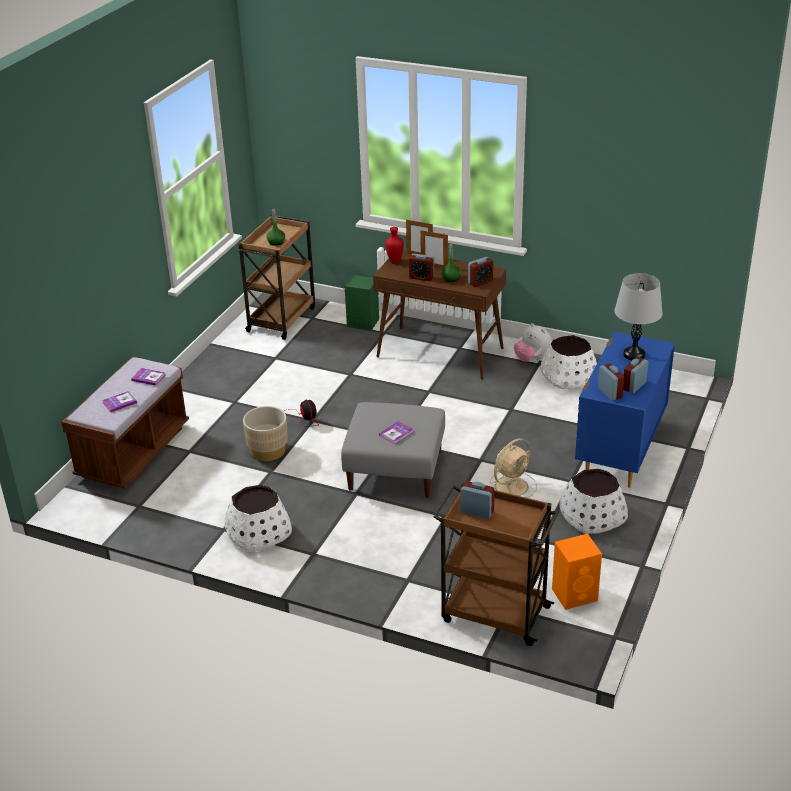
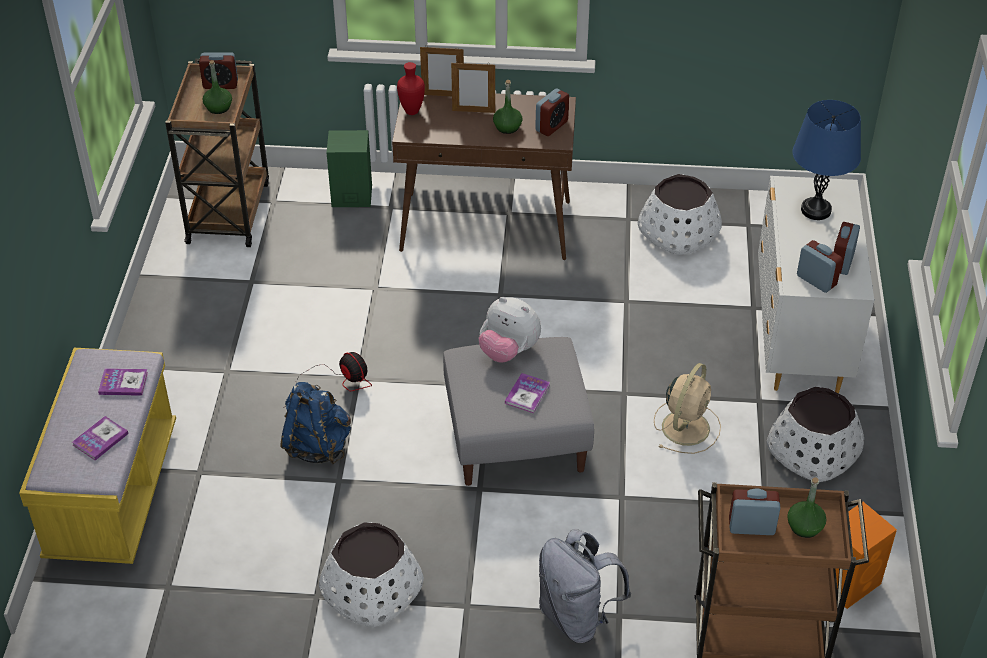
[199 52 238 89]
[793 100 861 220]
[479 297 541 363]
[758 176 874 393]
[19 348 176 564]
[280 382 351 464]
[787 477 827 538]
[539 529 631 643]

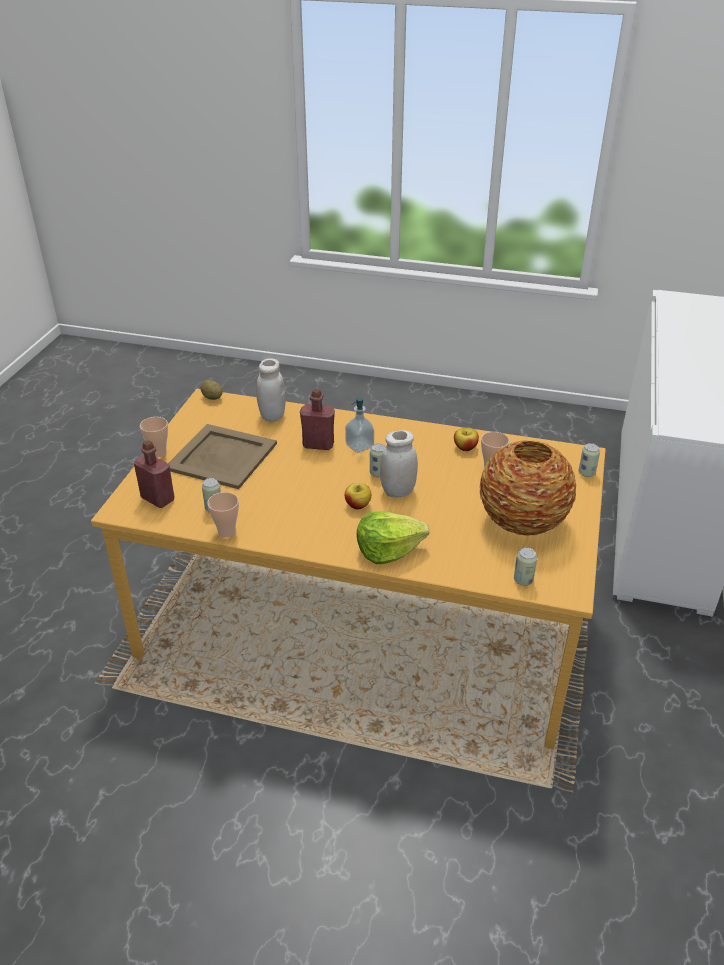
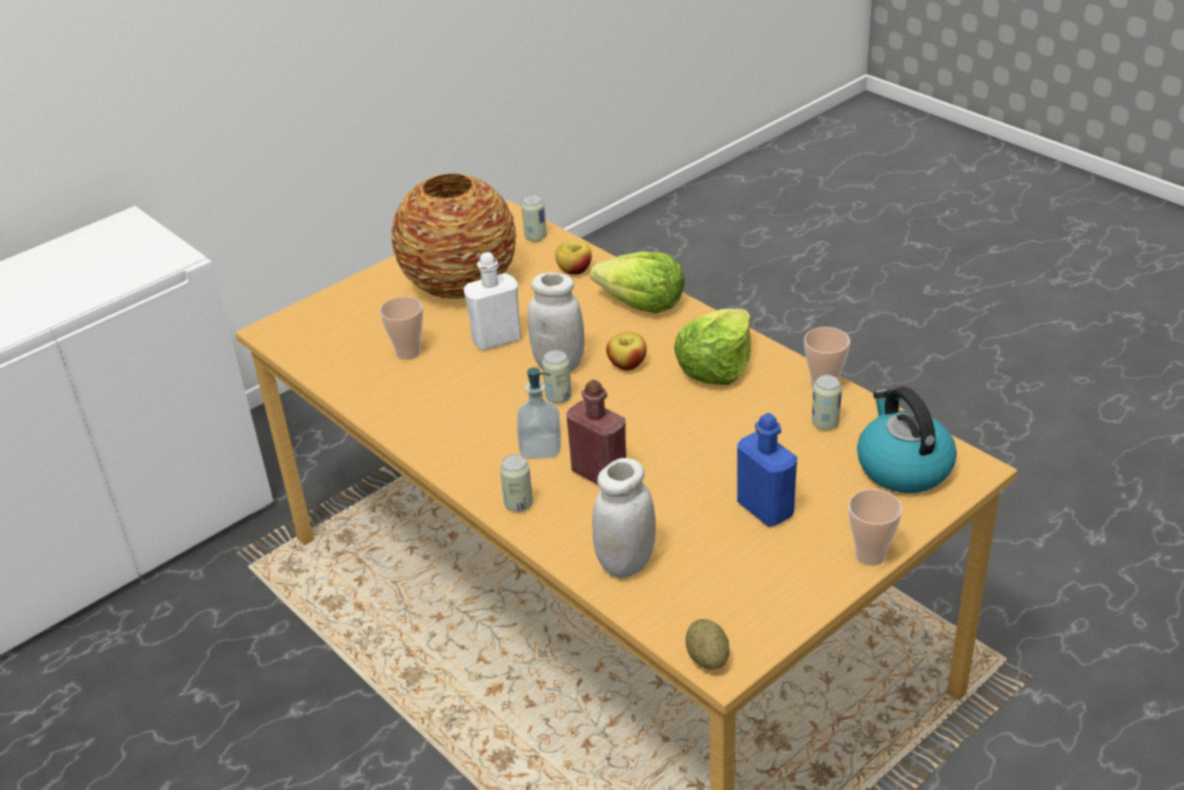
[737 413 797 527]
[555 241 592 275]
[857 387 957 493]
[500 454 533 512]
[464 252 521 351]
[674 308 751 385]

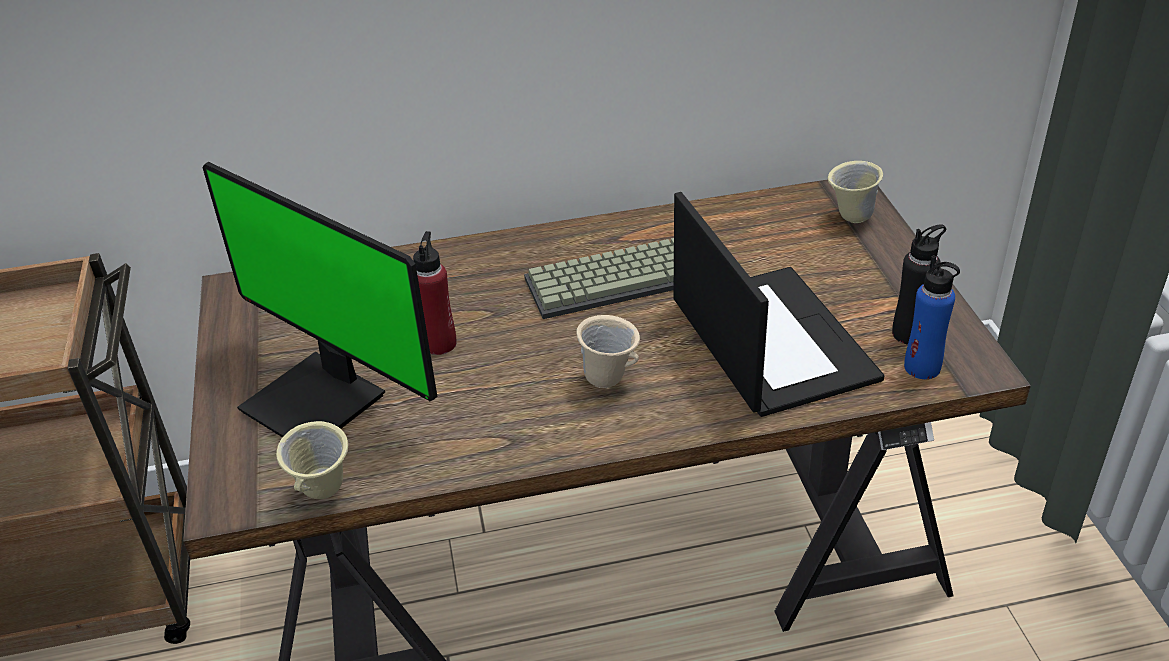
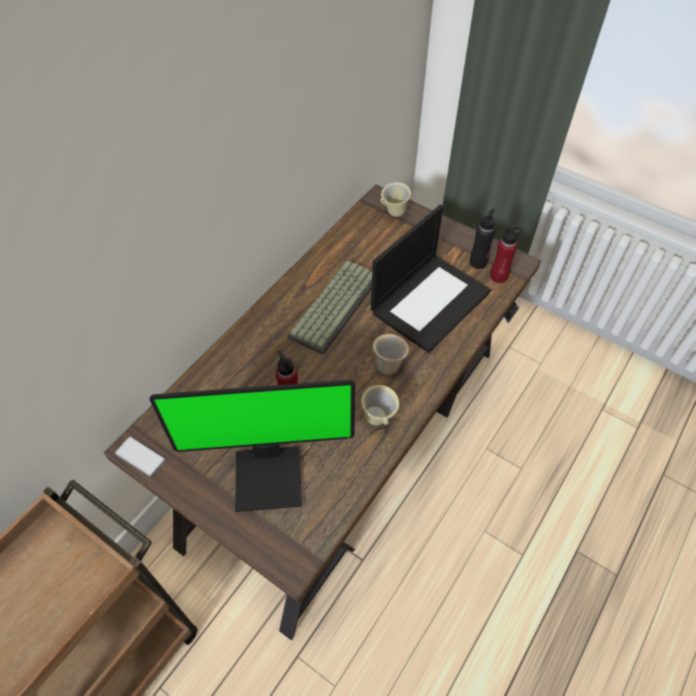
[371 205 491 353]
[490 227 523 283]
[361 385 399 425]
[115 437 165 477]

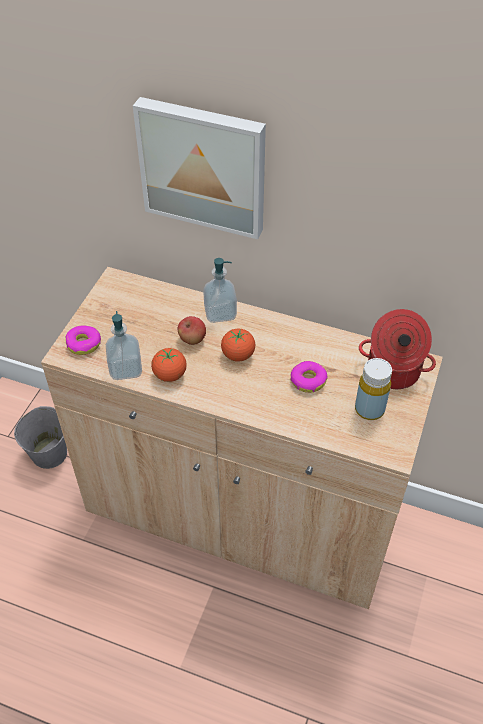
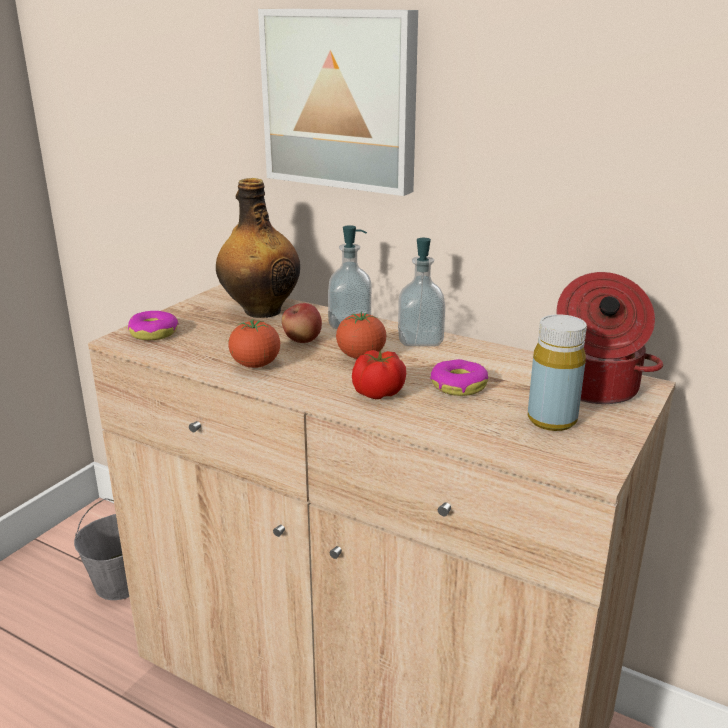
[398 238 445 346]
[216 178 300 318]
[352 350 406 399]

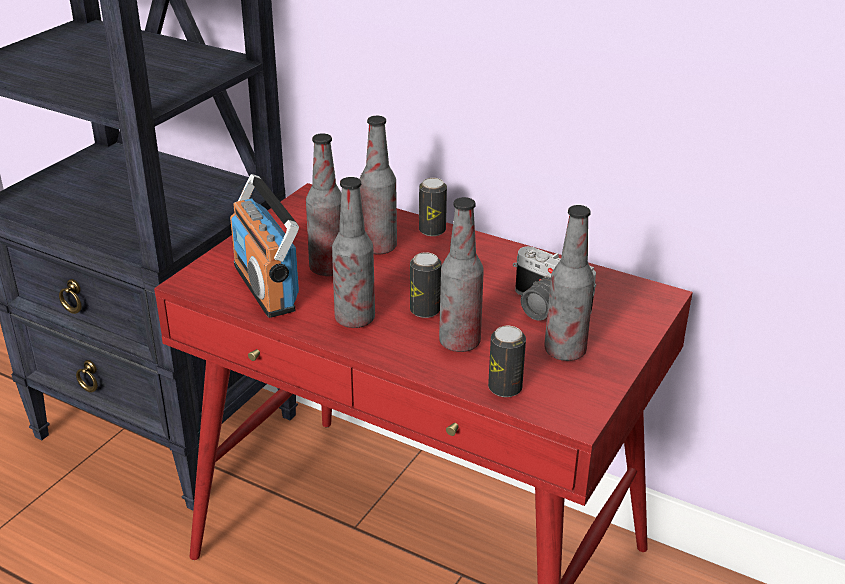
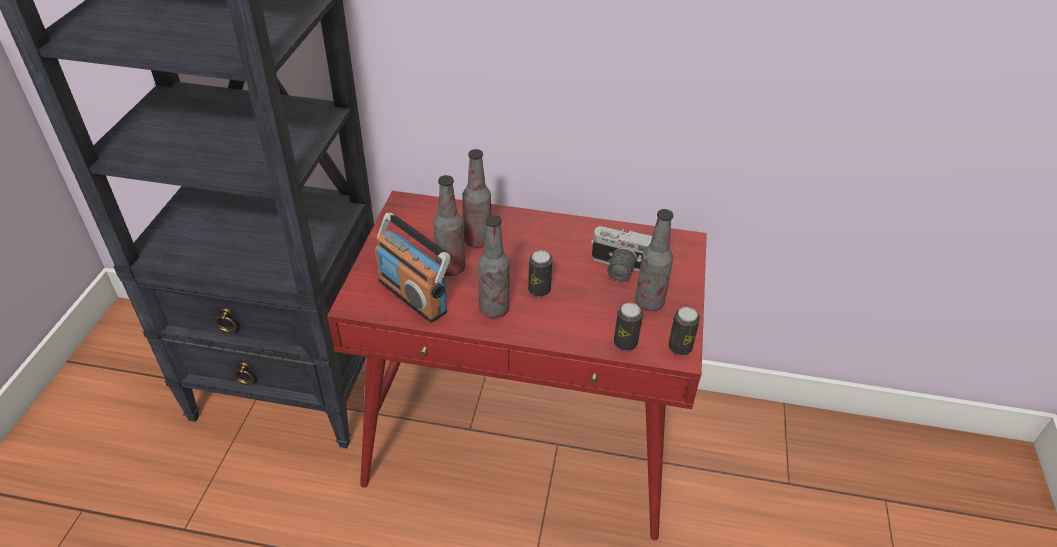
[668 307 700 355]
[439 197 484 352] (first image)

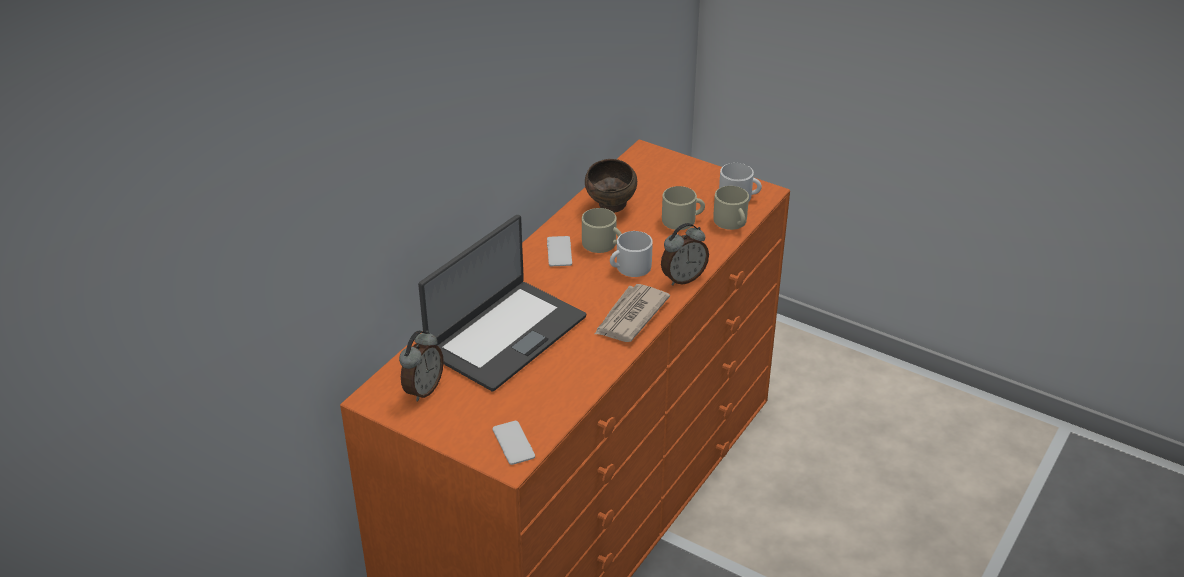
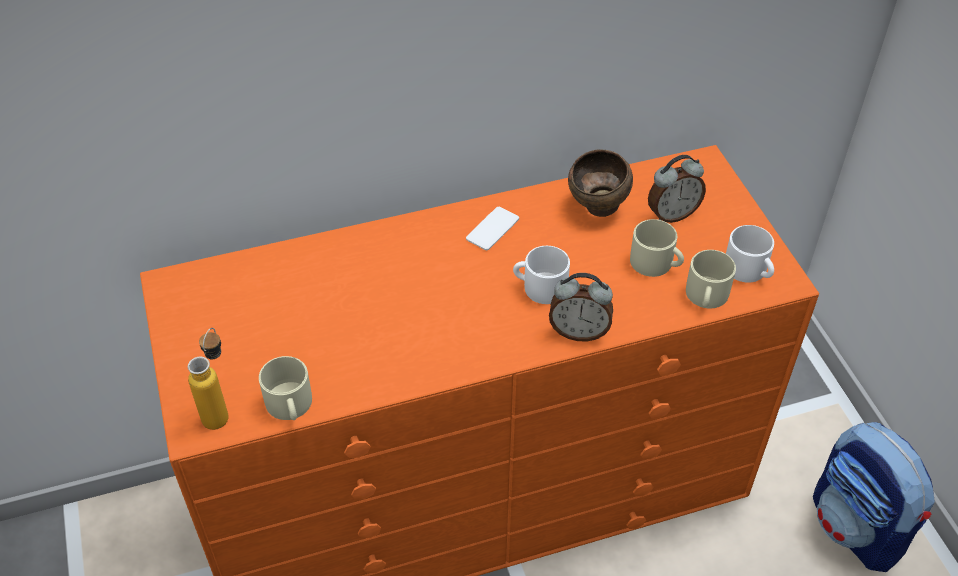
[259 356 312 420]
[418 215 586 391] (first image)
[595 284 670 342] (first image)
[648 155 706 223]
[188 328 229 430]
[813 422 935 572]

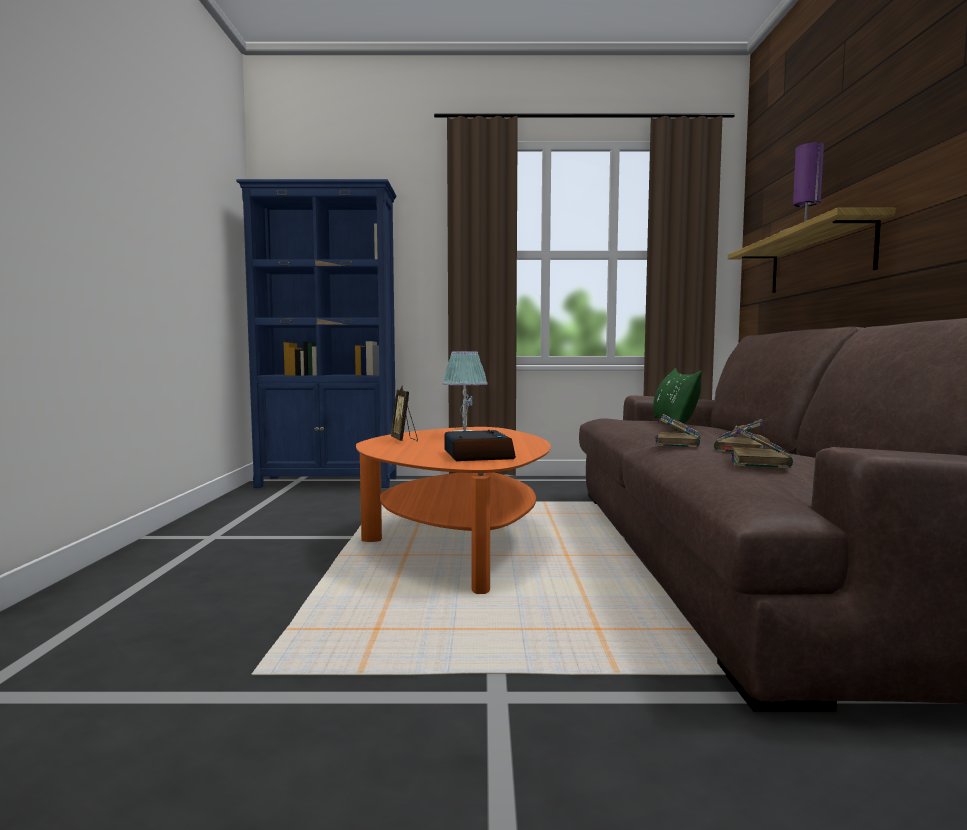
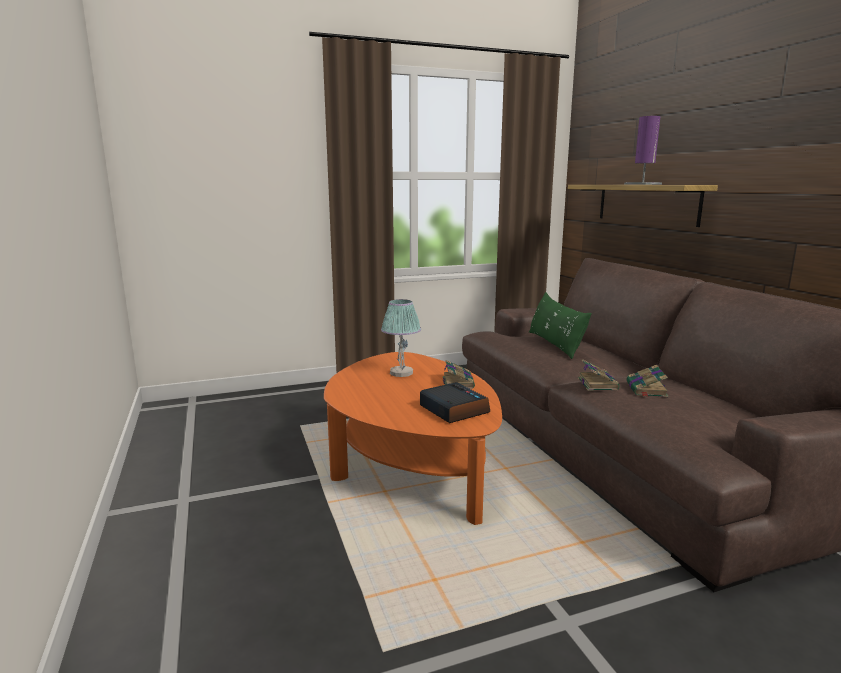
[236 179 397 488] (first image)
[391 385 418 441] (first image)
[443 360 475 389]

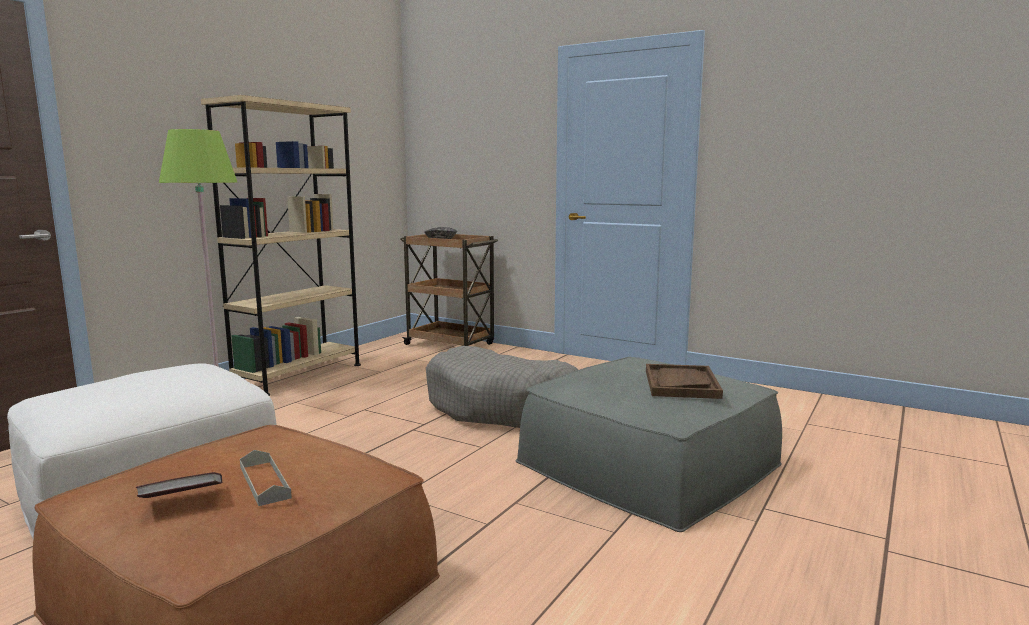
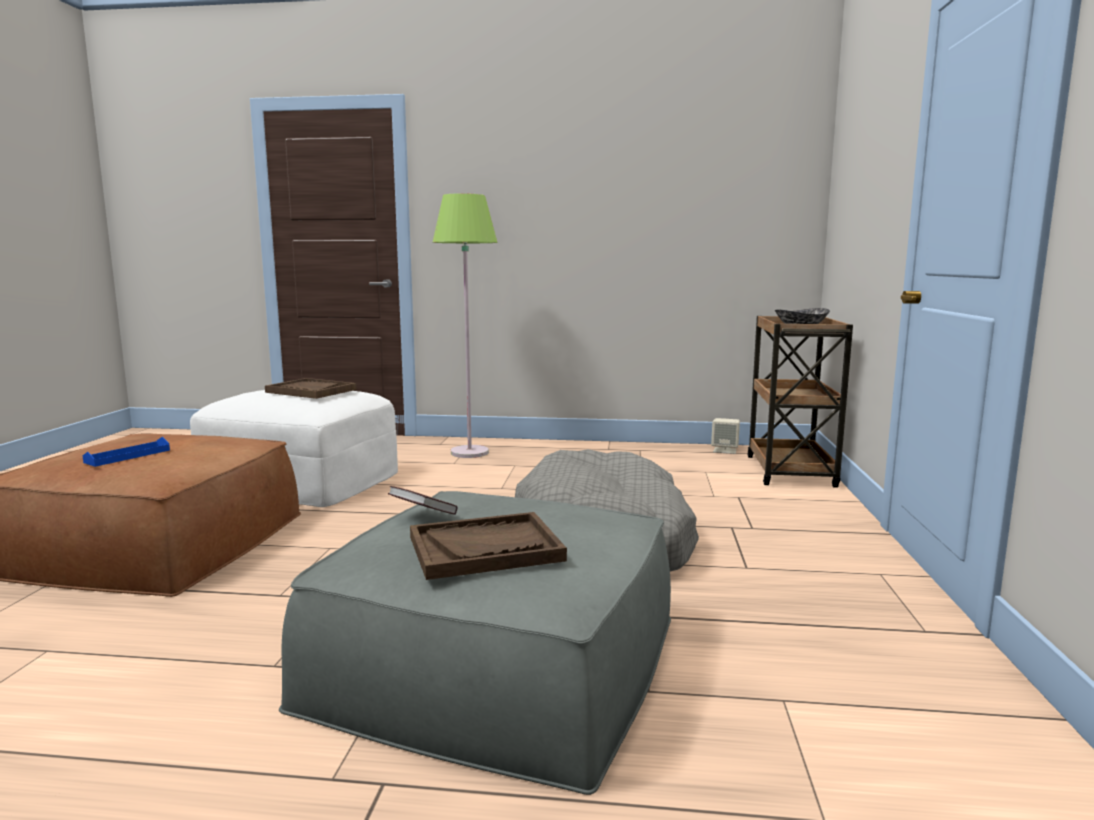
[201 95 361 396] (first image)
[82 437 170 467]
[388 486 458 515]
[265 378 357 399]
[711 418 740 454]

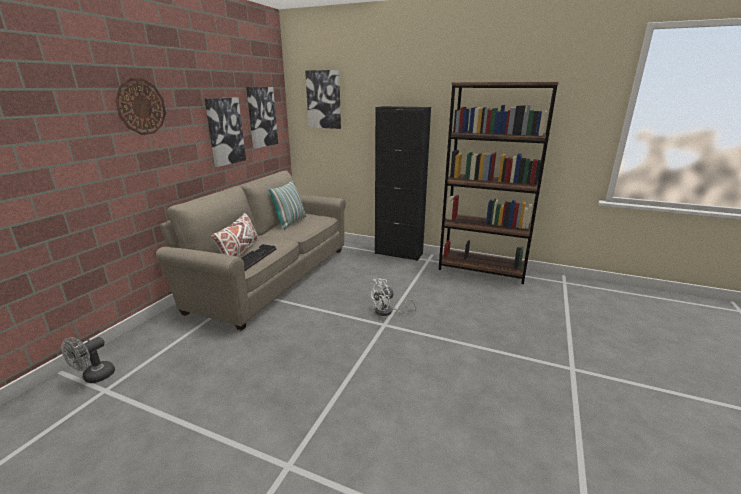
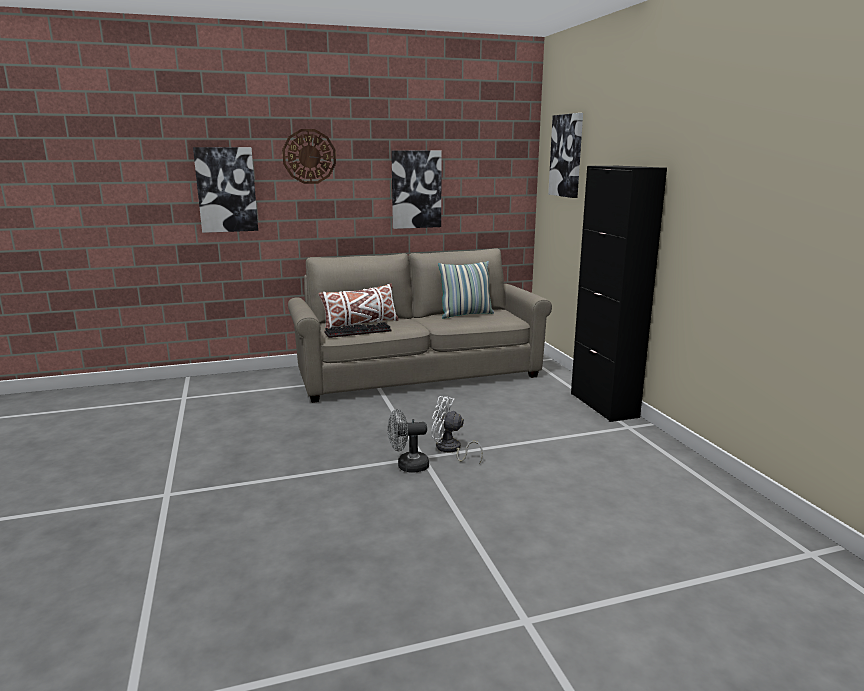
[439 82 559 284] (first image)
[193 147 258 233]
[388 409 429 473]

